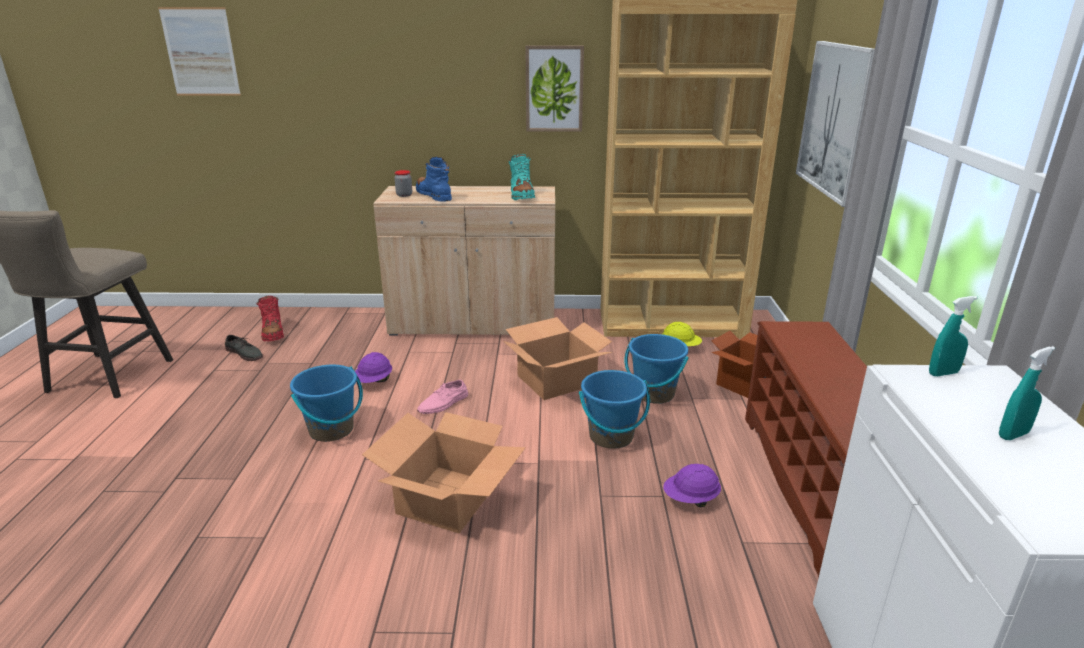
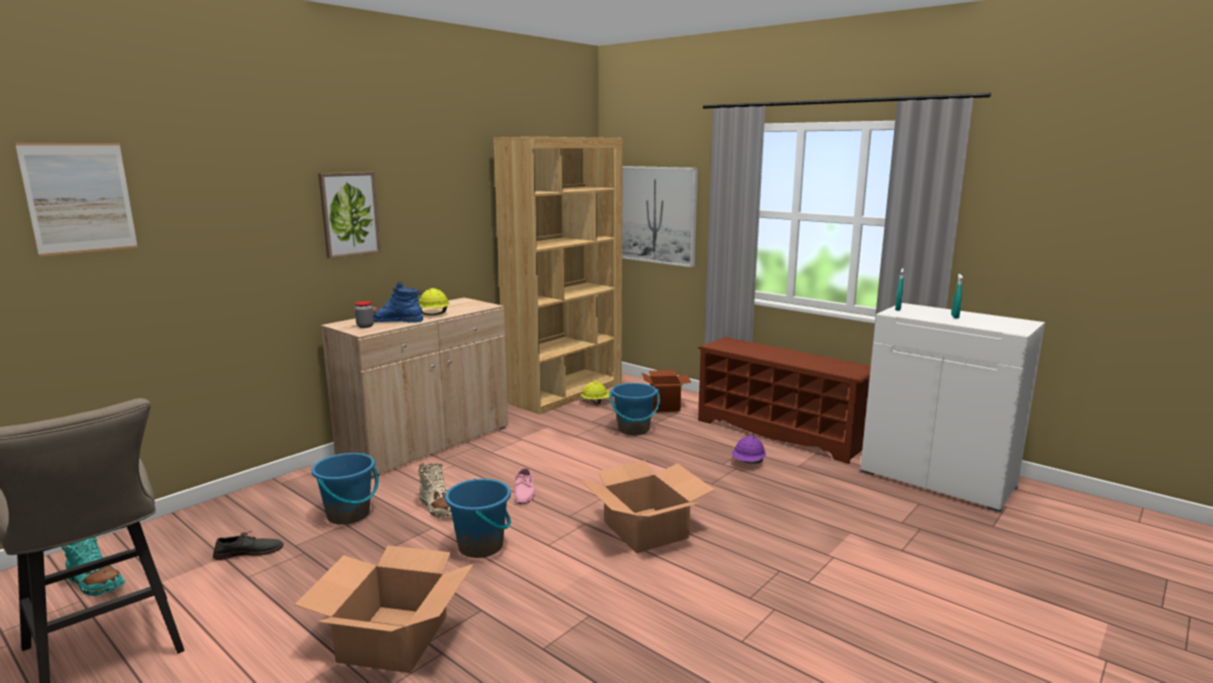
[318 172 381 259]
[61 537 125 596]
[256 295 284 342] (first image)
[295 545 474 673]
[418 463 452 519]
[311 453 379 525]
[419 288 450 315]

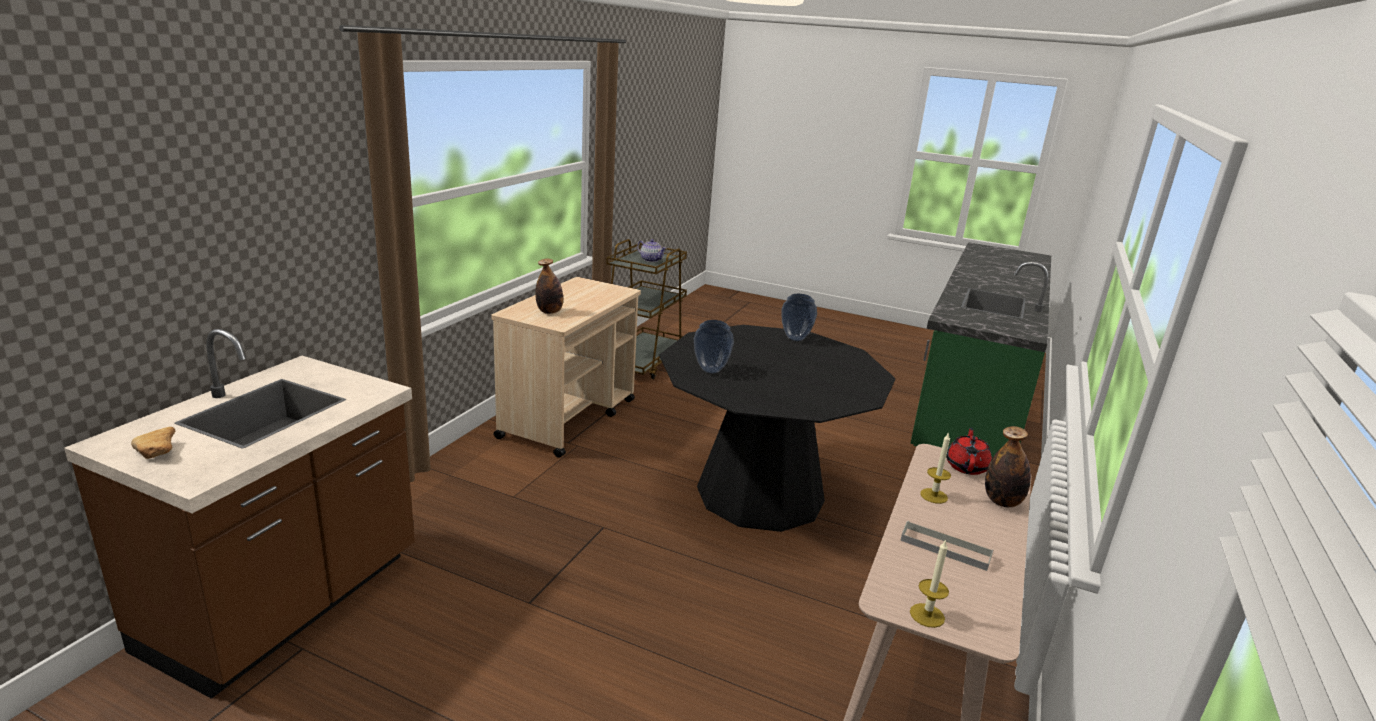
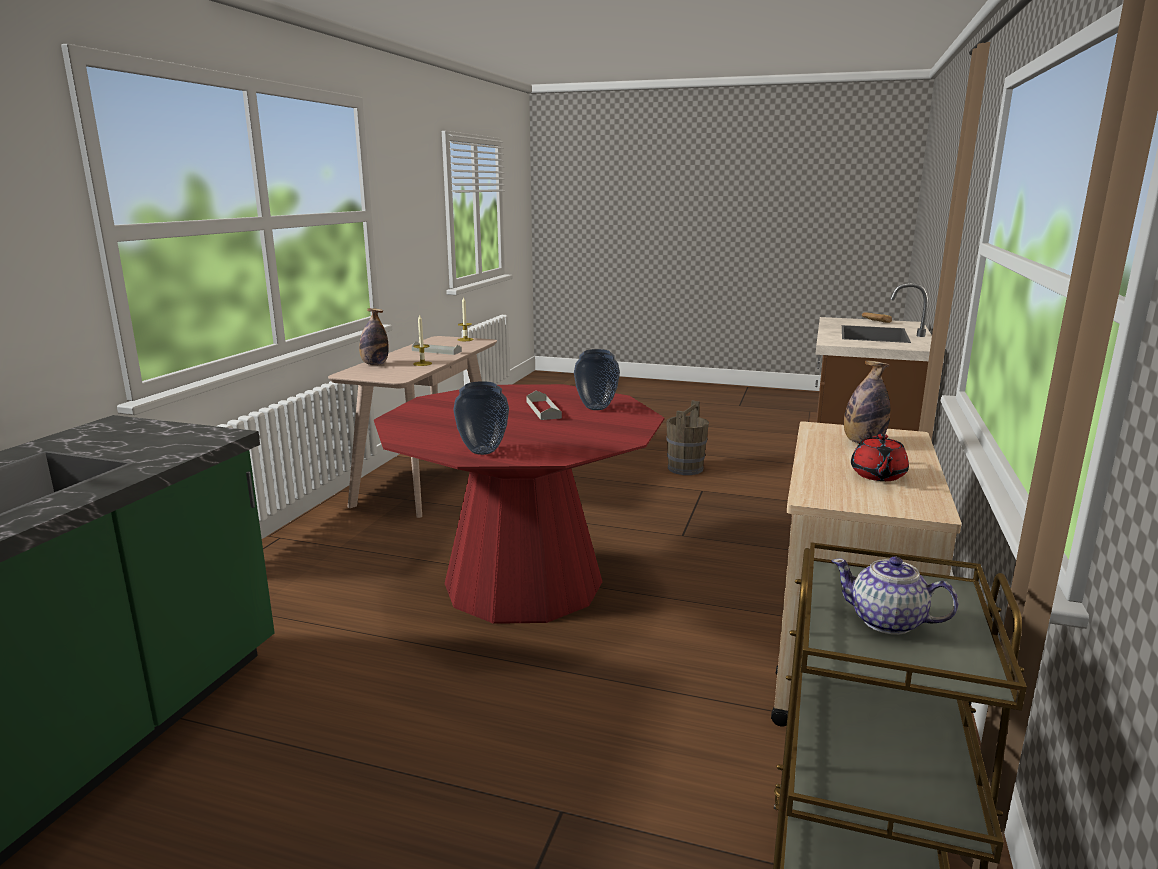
[374 384 664 624]
[851 434 909 481]
[526 391 562 420]
[666 401 709 475]

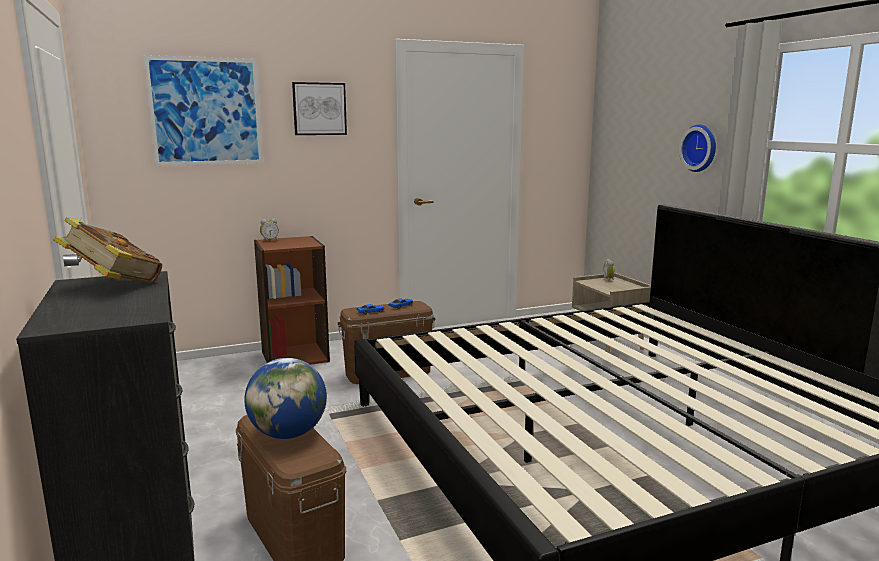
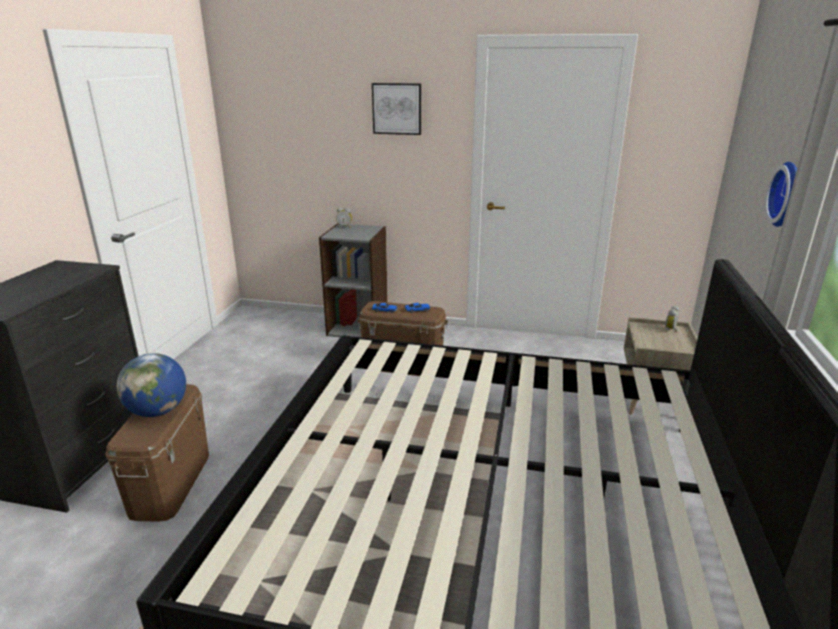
[143 55 263 166] (first image)
[54 217 162 283] (first image)
[319 224 388 337]

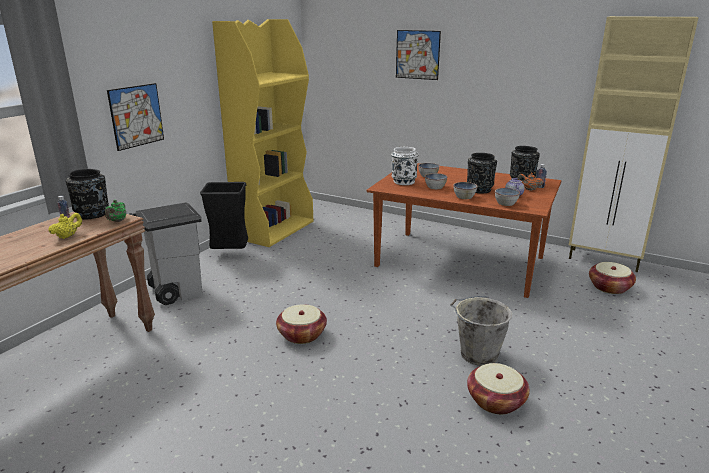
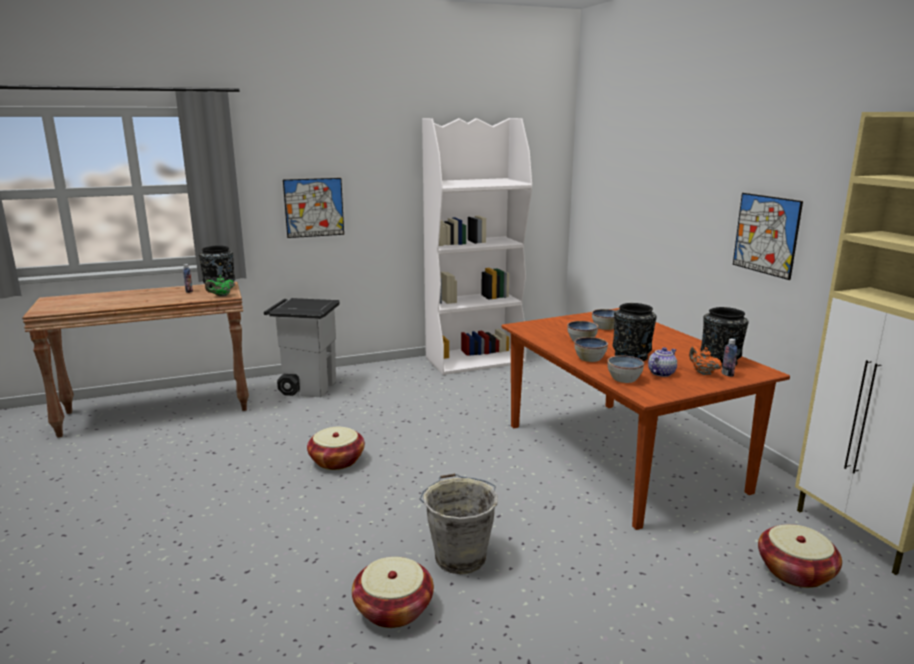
[422 118 532 375]
[733 193 803 280]
[391 147 419 185] (first image)
[200 182 248 249] (first image)
[49 213 82 239] (first image)

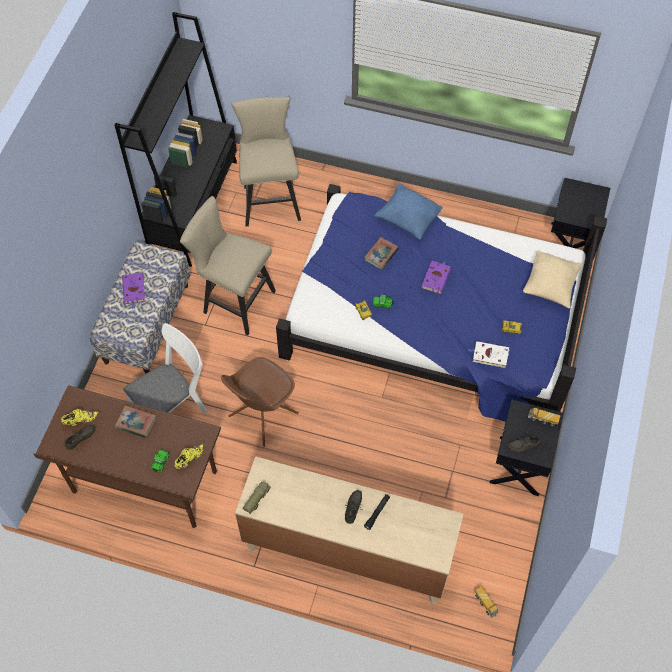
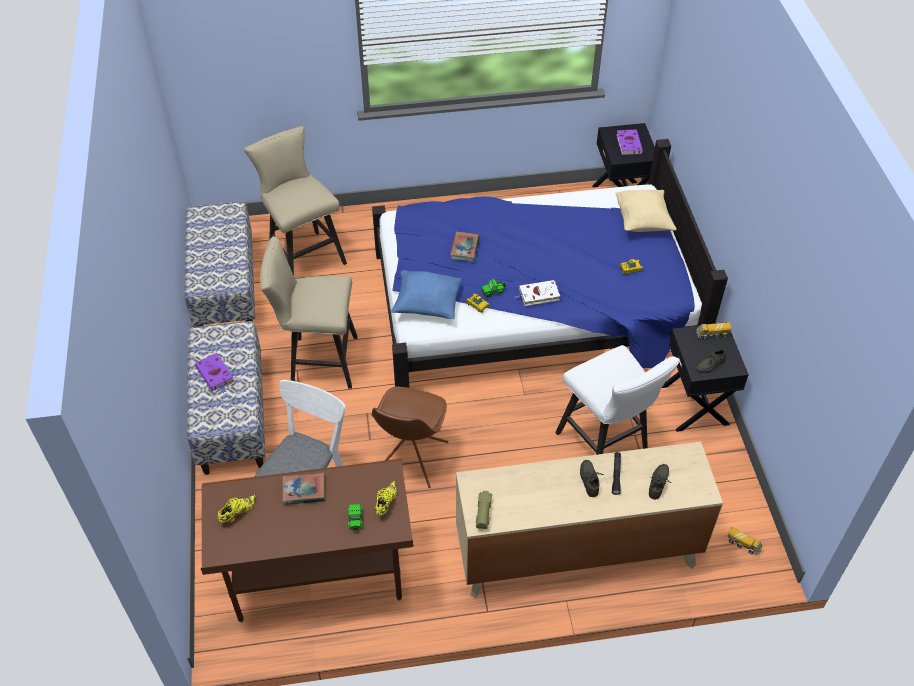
[184 202 255 327]
[391 270 461 319]
[616 129 643 155]
[514 280 560 306]
[649 464 671 500]
[555 345 679 455]

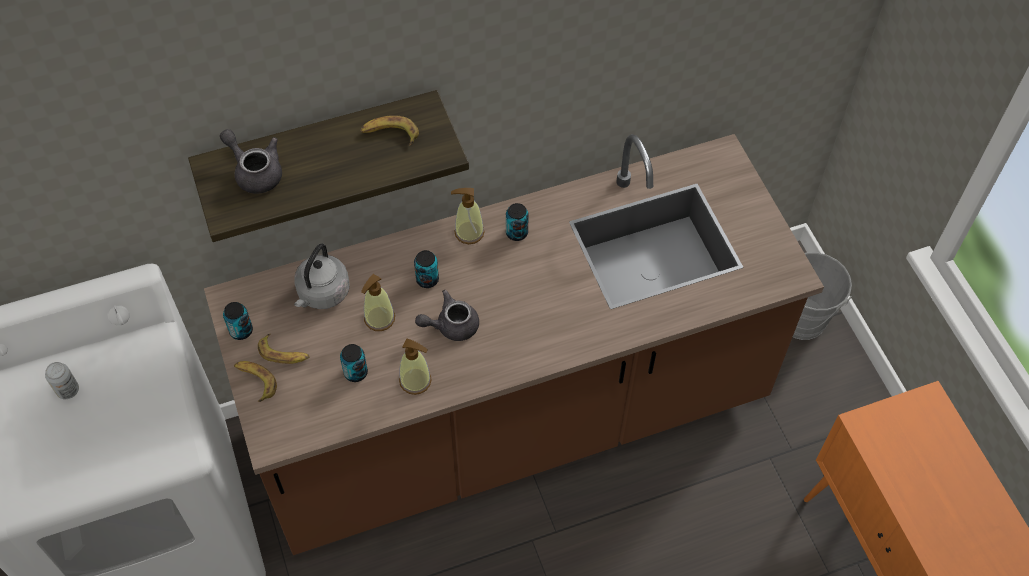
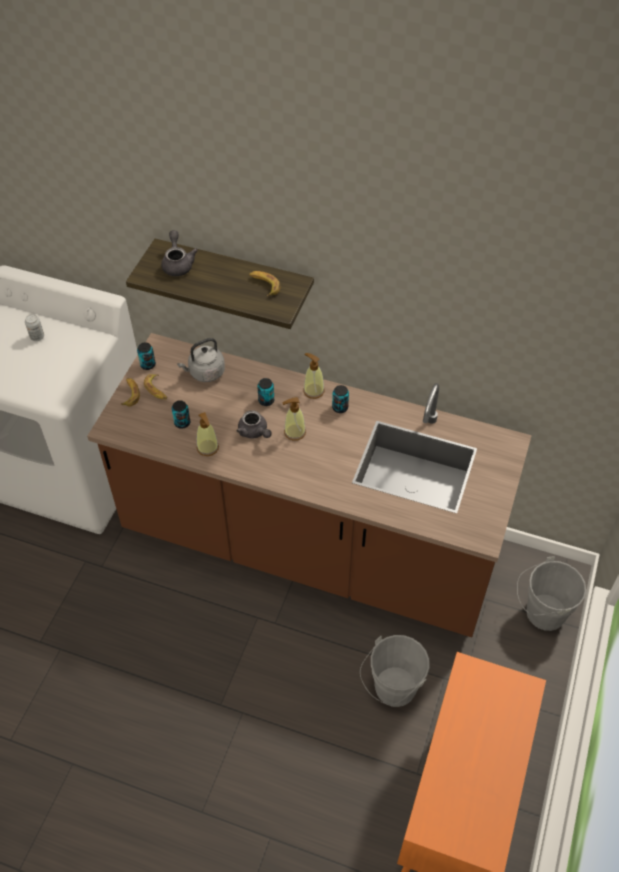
[283 397 306 441]
[236 411 272 438]
[360 635 430 707]

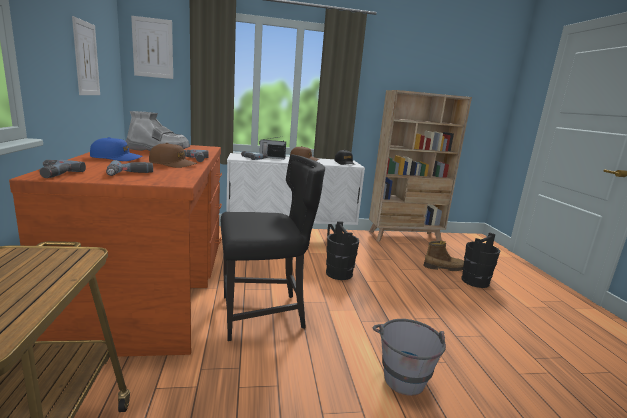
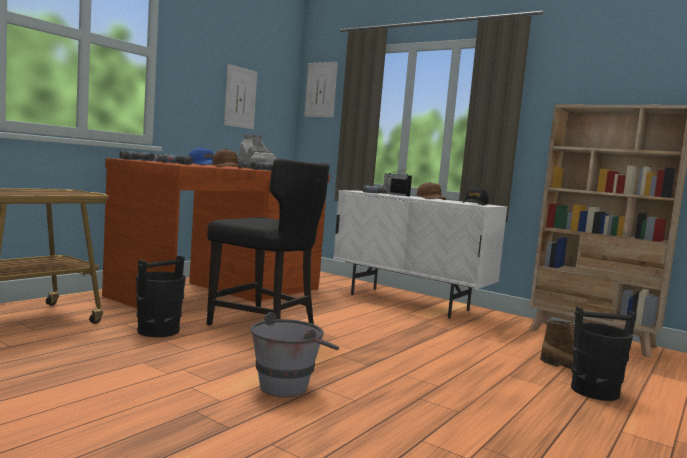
[136 256 186 337]

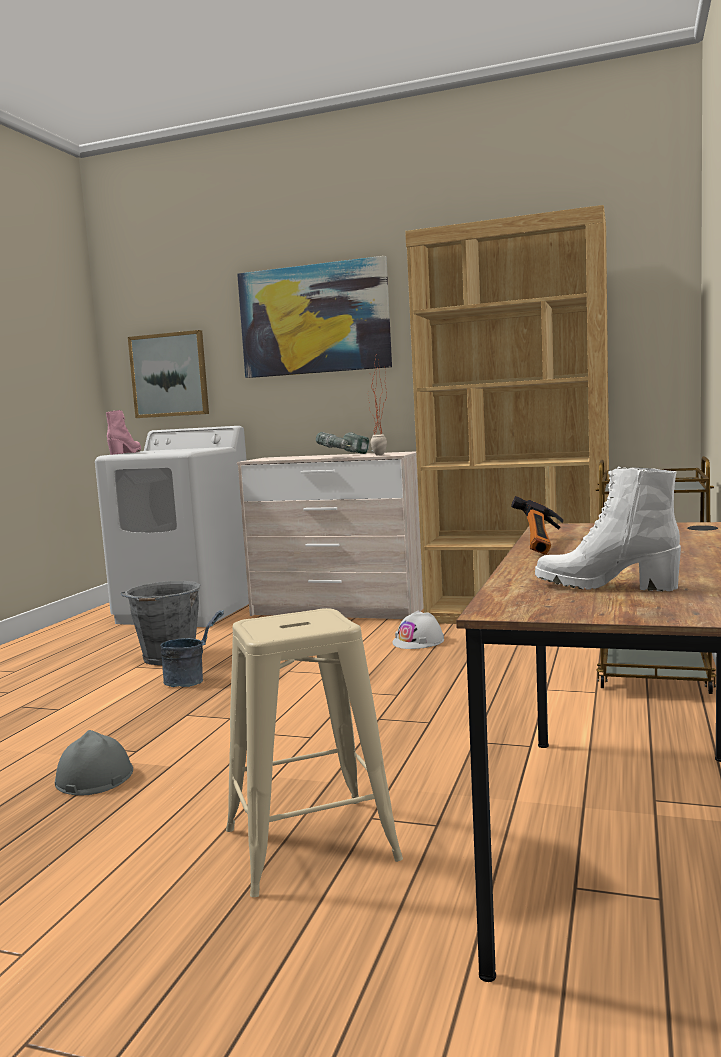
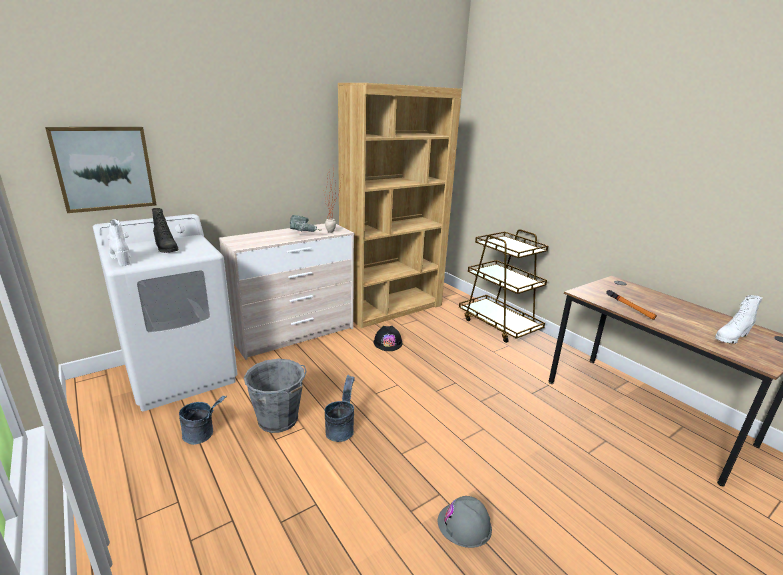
[237 256 392 378] (first image)
[108 219 131 266]
[226 608 403 897] (first image)
[374 326 403 351]
[152 208 179 253]
[179 396 227 445]

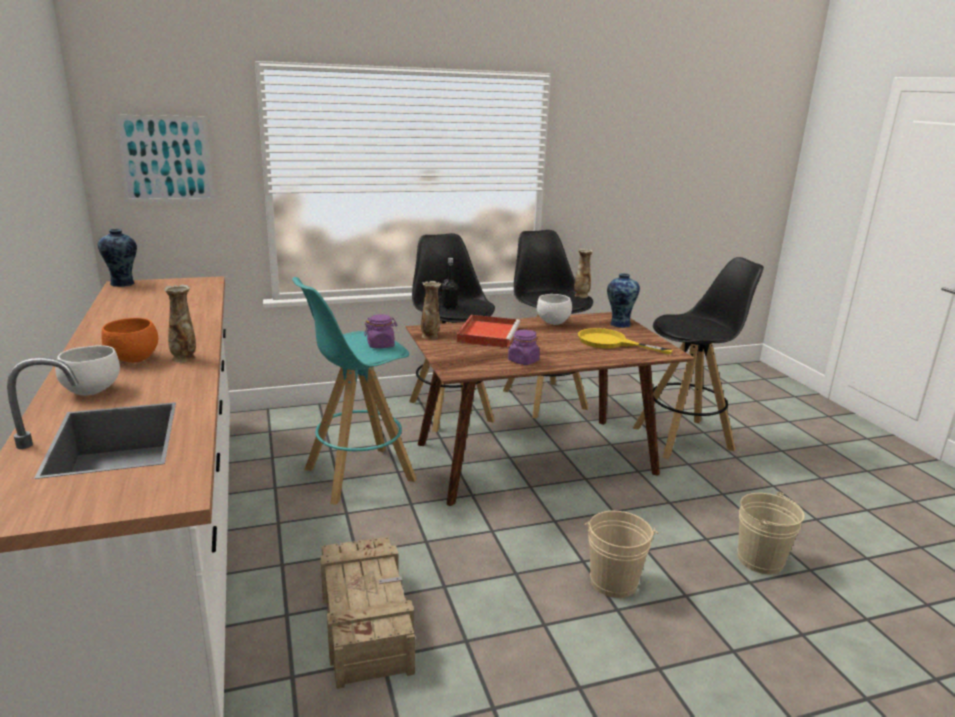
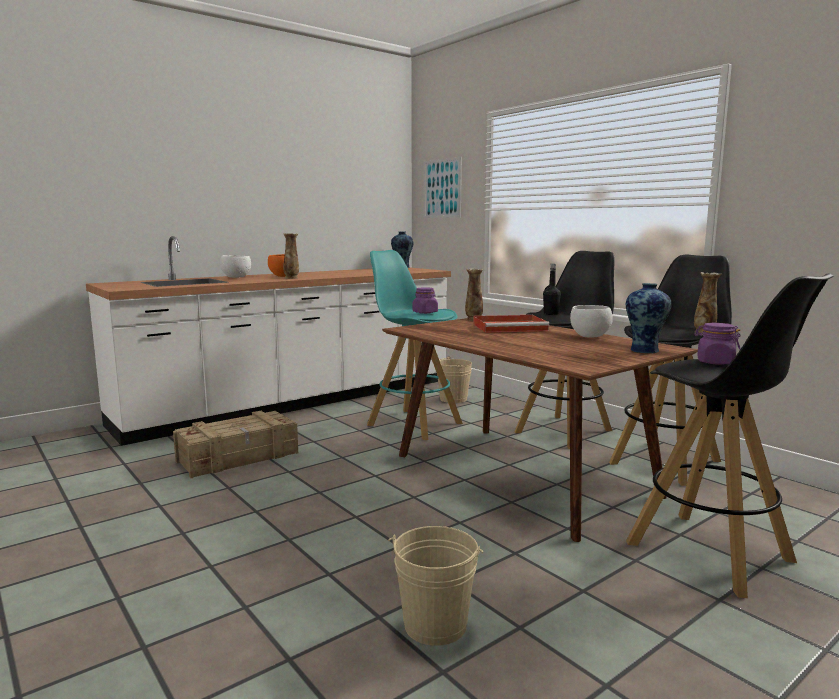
[578 328 673 354] (first image)
[694 323 741 365]
[437 356 472 403]

